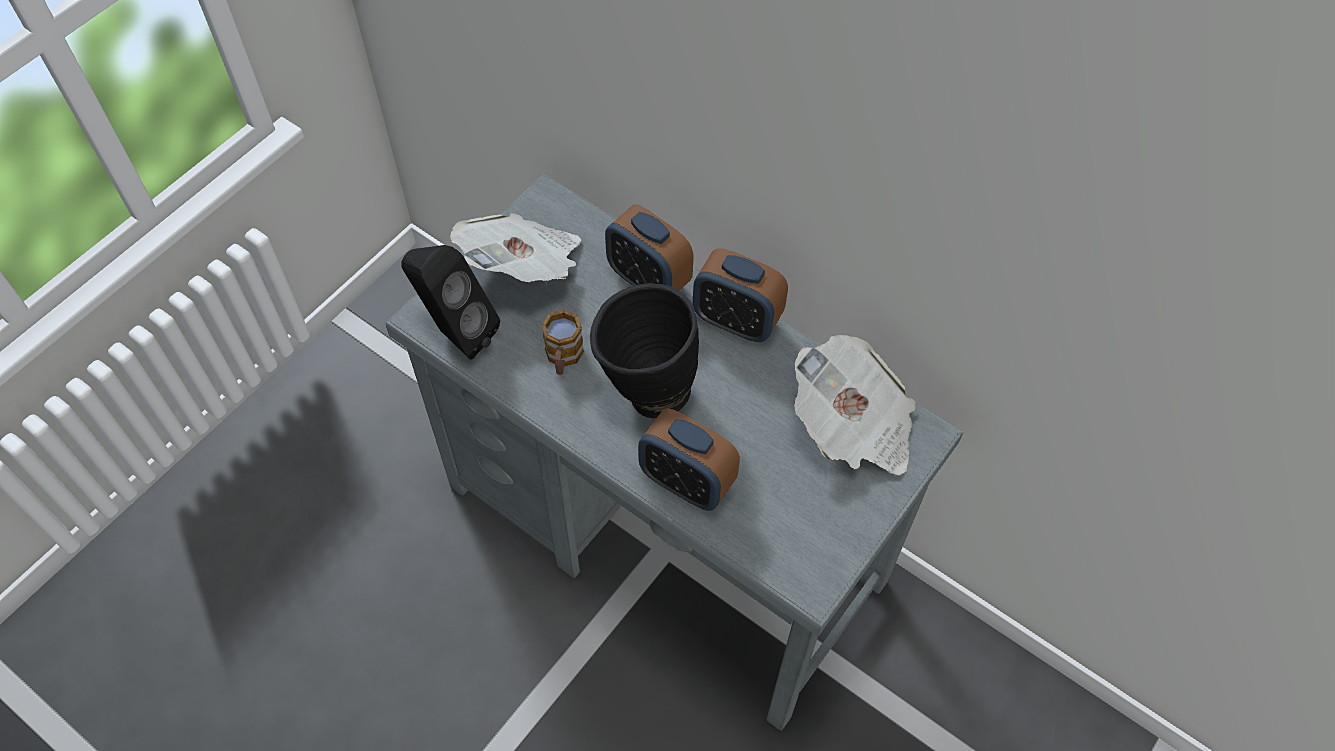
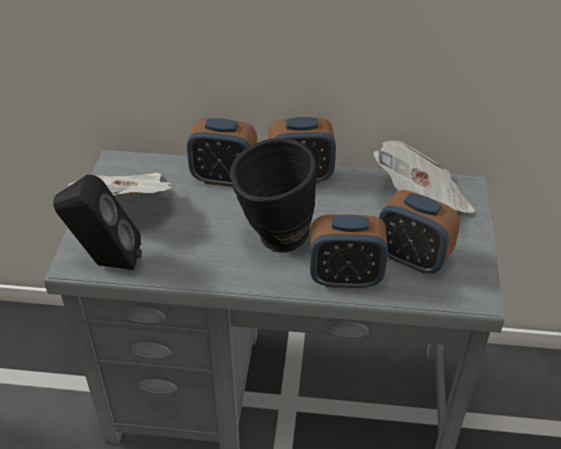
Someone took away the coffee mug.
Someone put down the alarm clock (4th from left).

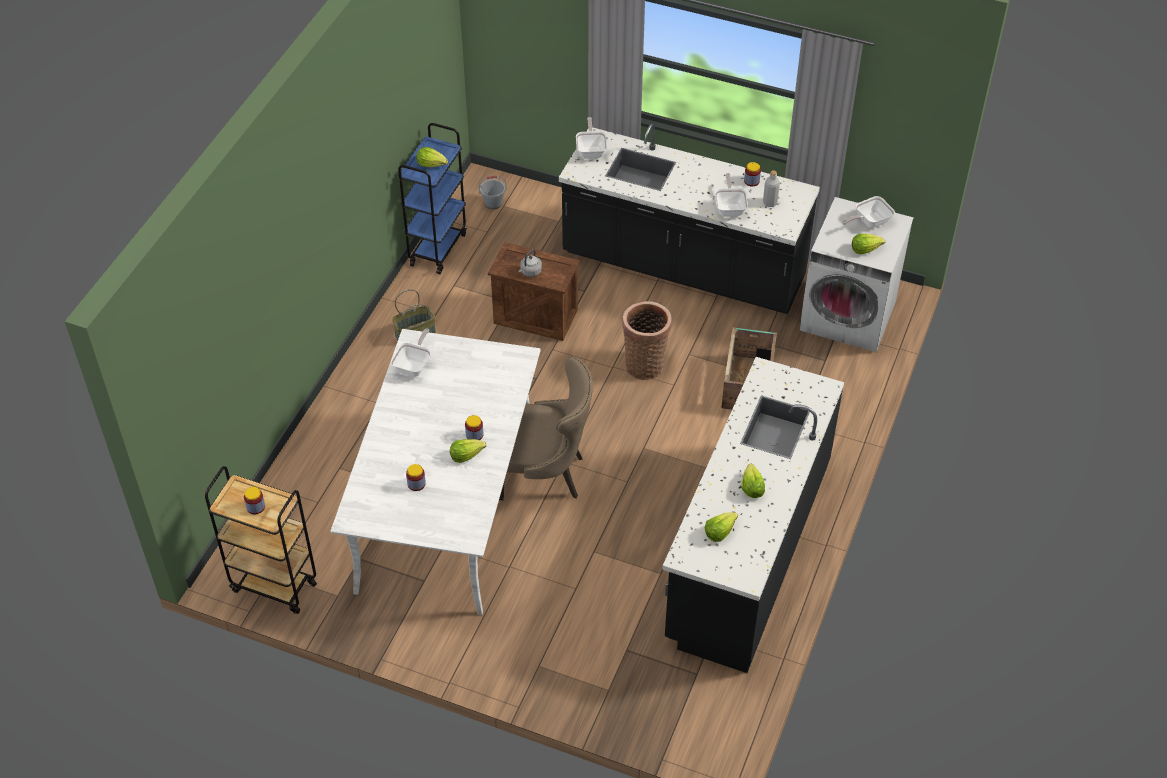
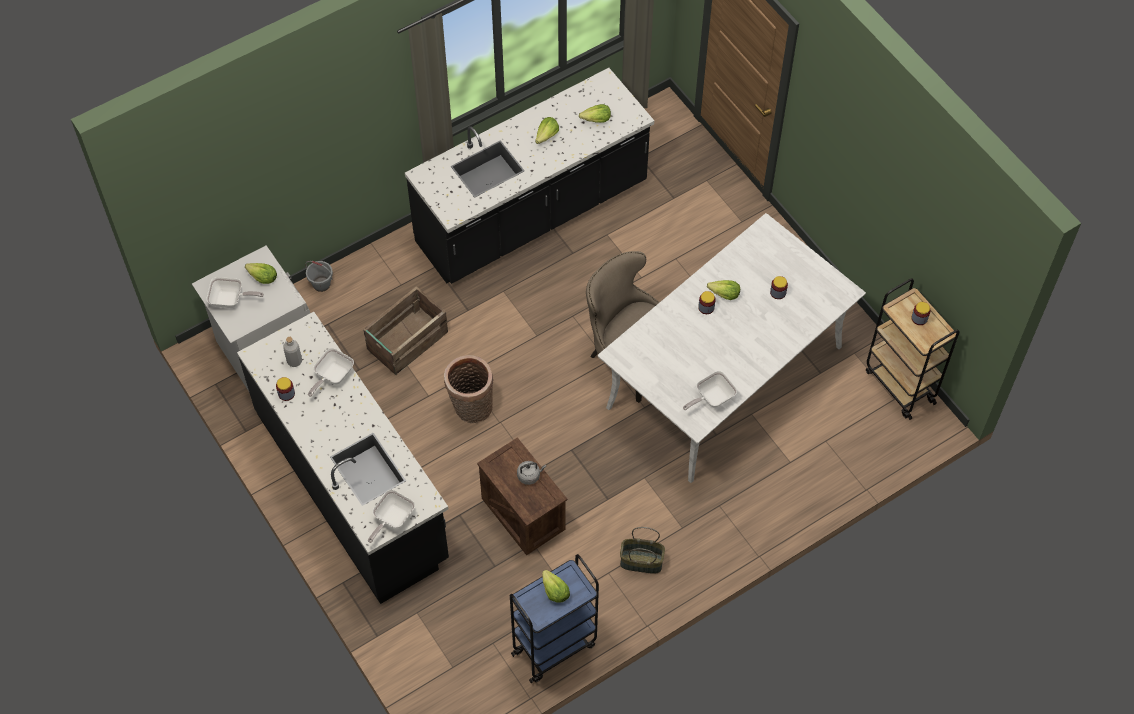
Someone carried the bucket/grey.

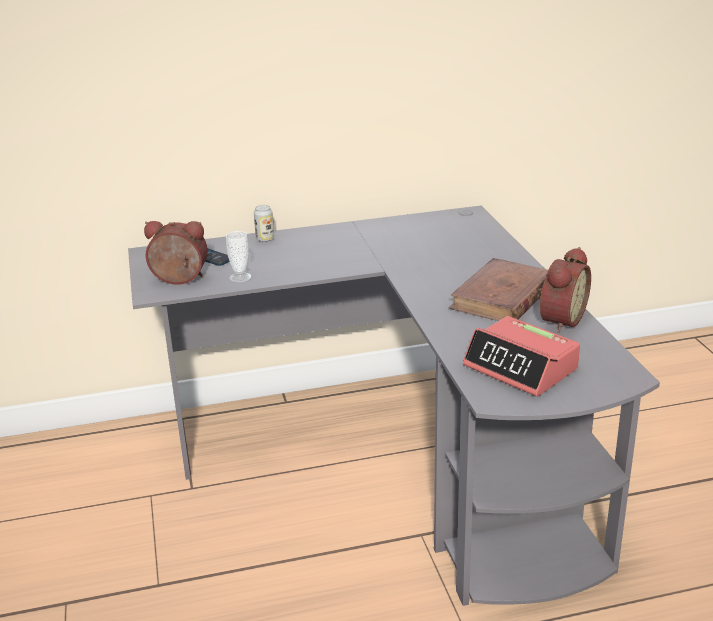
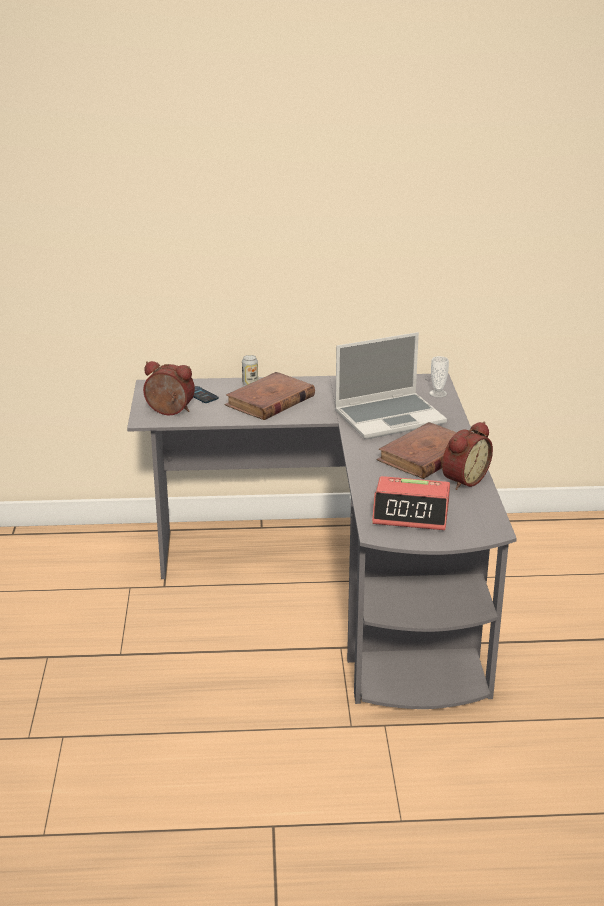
Someone carried the small cup.
Someone rotated the alarm clock (2nd from left) by 45 degrees counterclockwise.
Someone put down the portable computer.
Someone put down the volume/brownish (1st from left).

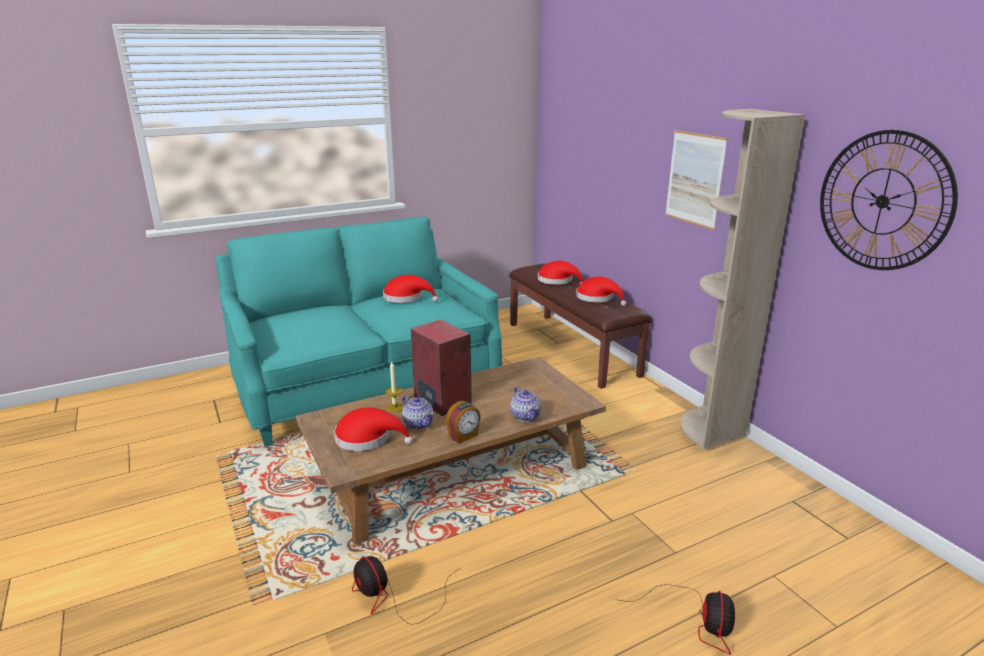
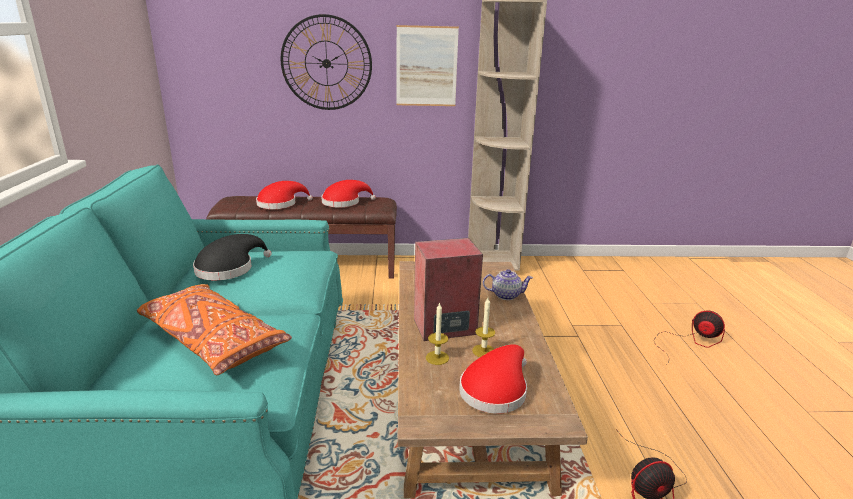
Someone carried the hanging clock.
Someone repainted the clothing hat/reddish (2nd from left), which became the clothing hat/black.
Someone swapped the tea pot (1st from left) for the wax light (2nd from left).
Someone took away the alarm clock.
Someone put down the pillow/orange-coloured.

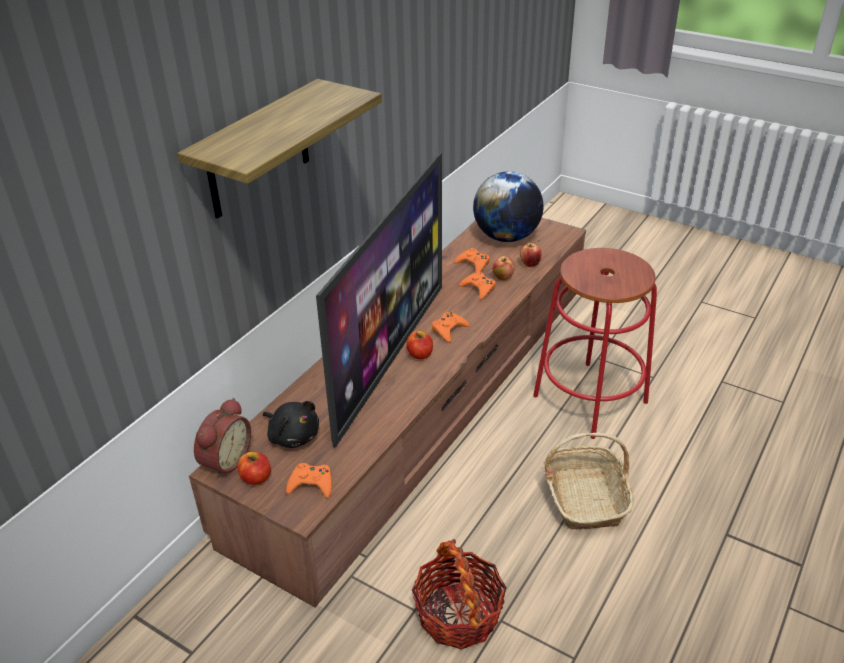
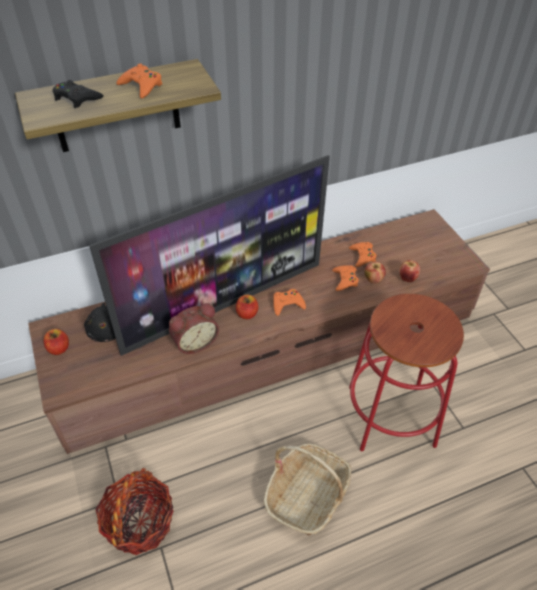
Someone took away the desk globe.
Someone carried the alarm clock.
Someone carried the joypad/orange-coloured (1st from left).
Someone put down the joypad/black.

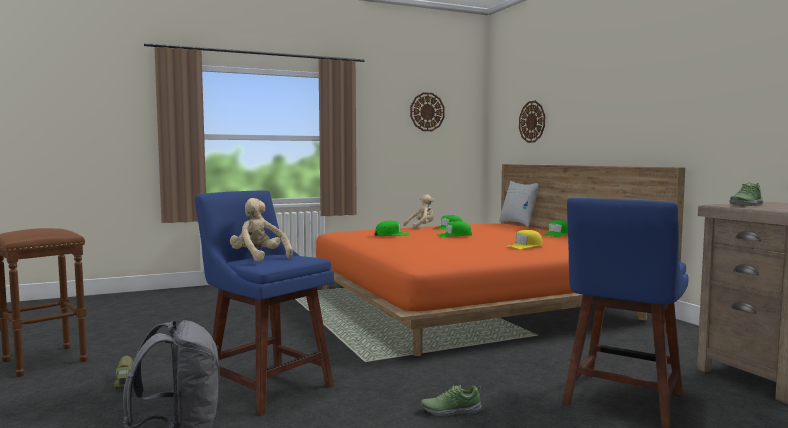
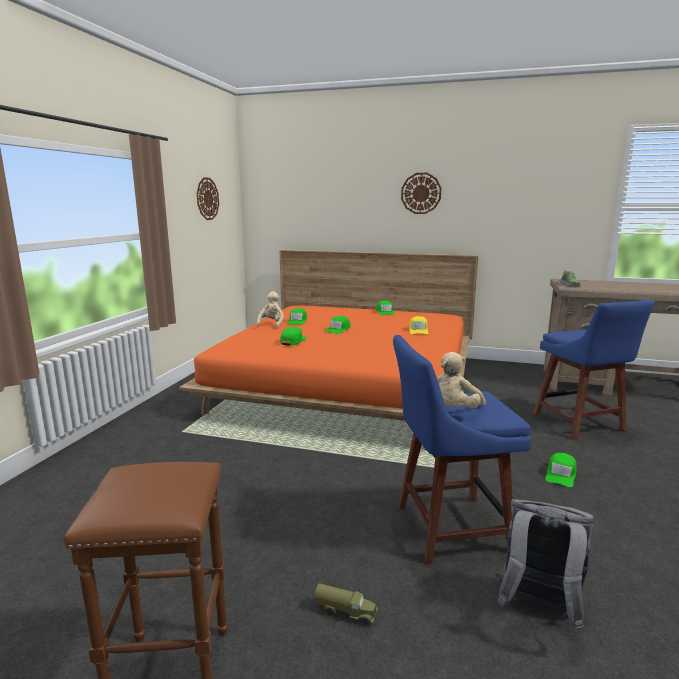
Someone carried the hanging clock (2nd from left).
Someone took away the pillow/grey.
Someone rotated the cuddly toy/sand-coloured (1st from left in the first image) by 45 degrees counterclockwise.
Someone swapped the shoe (1st from left) for the baseball cap/greenish (5th from left).

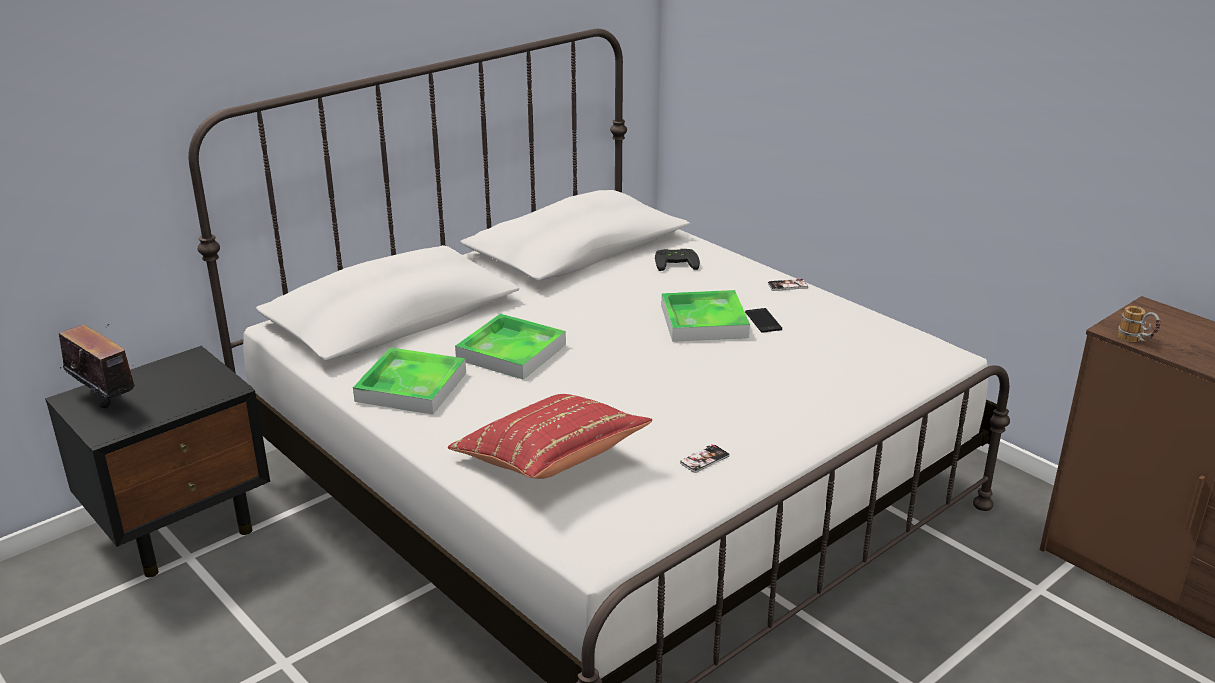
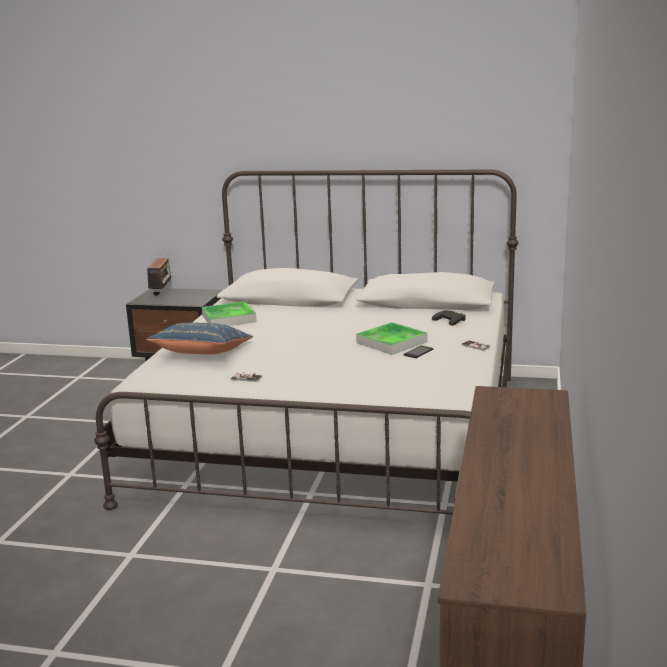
Someone took away the coffee mug.
Someone took away the carrying tray (2nd from left).
Someone repainted the pillow/reddish, which became the pillow/blue.

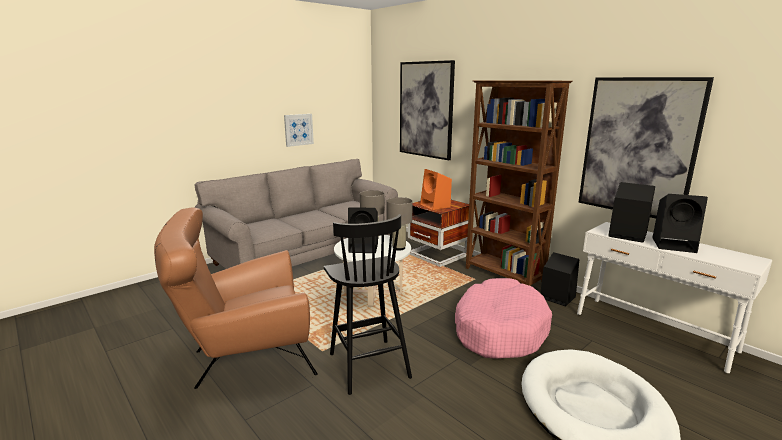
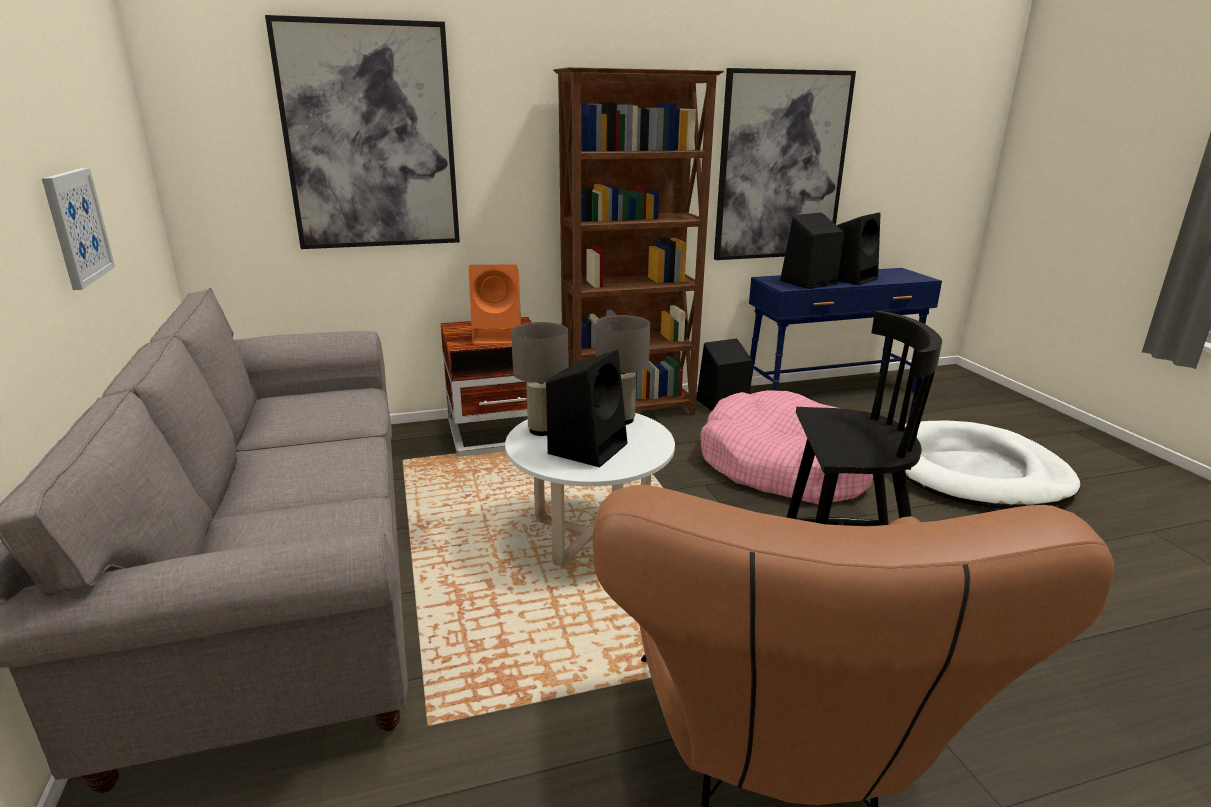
Someone repainted the narrow table/whitish, which became the narrow table/blue.

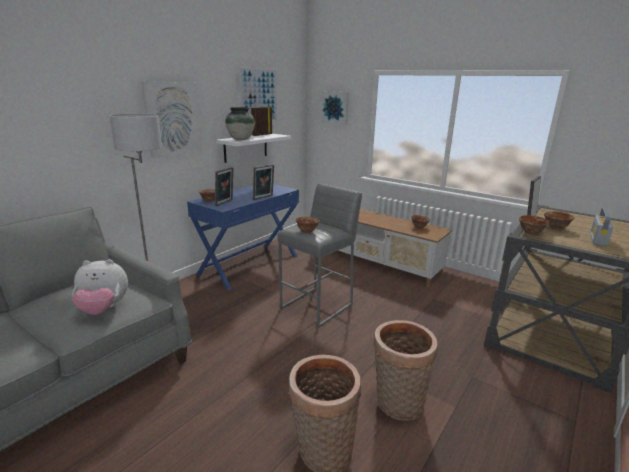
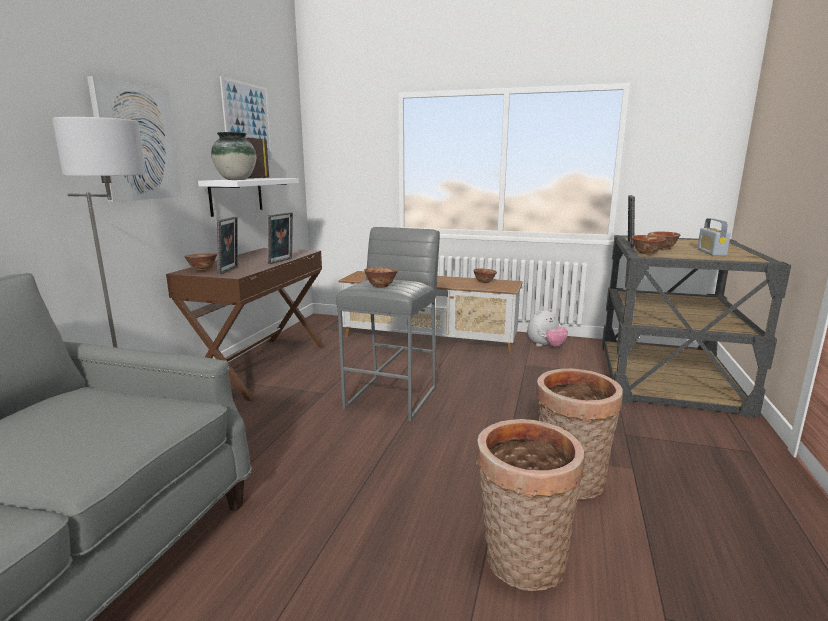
Someone took away the wall picture (3rd from left).
Someone repainted the narrow table/blue, which became the narrow table/brownish.
Someone carried the cuddly toy.

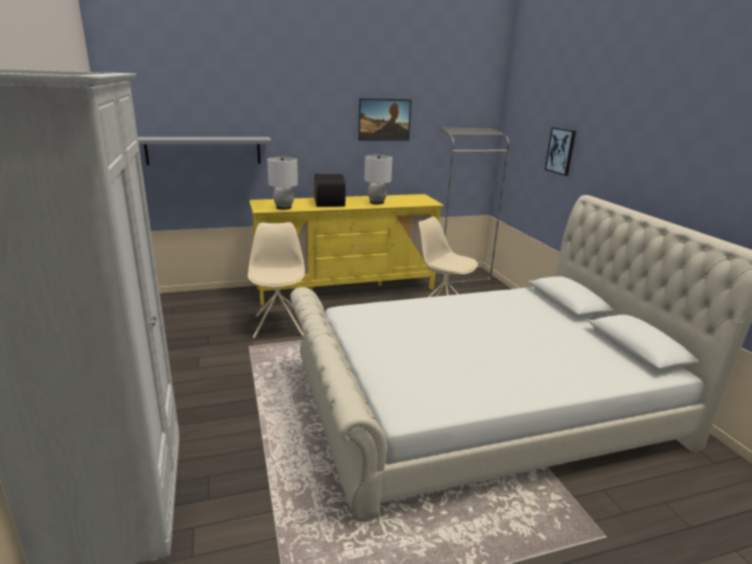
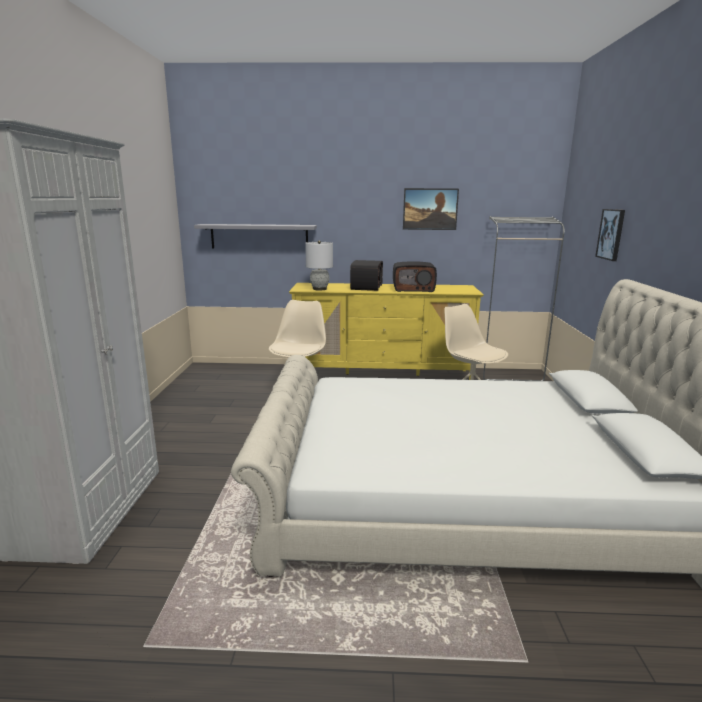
Someone swapped the table lamp/whitish (2nd from left) for the radio receiver (2nd from left).

